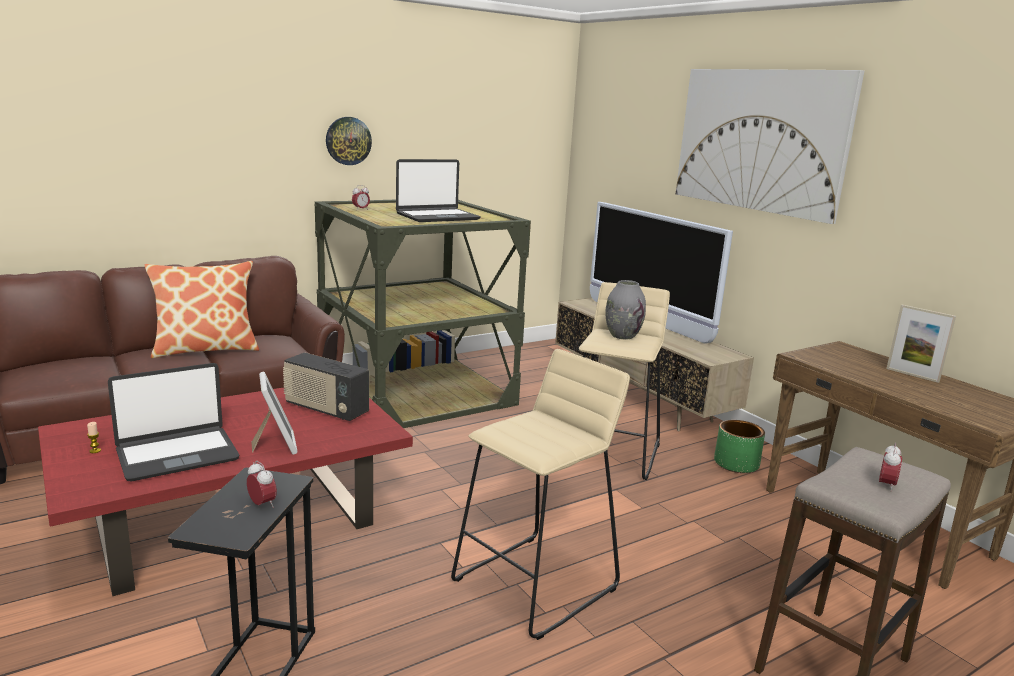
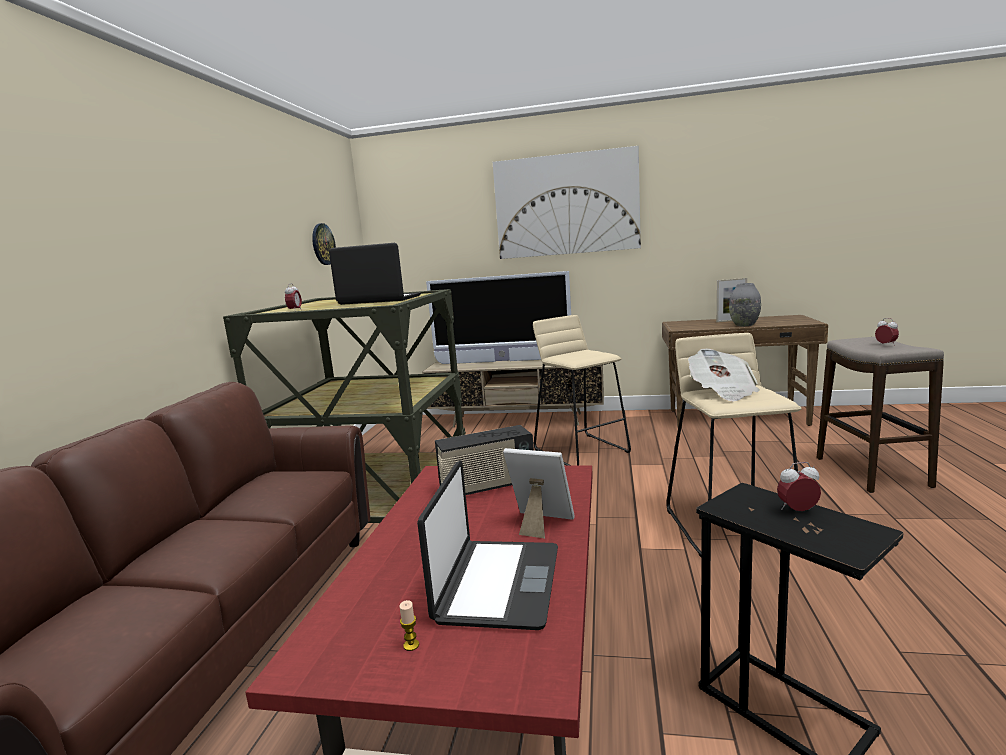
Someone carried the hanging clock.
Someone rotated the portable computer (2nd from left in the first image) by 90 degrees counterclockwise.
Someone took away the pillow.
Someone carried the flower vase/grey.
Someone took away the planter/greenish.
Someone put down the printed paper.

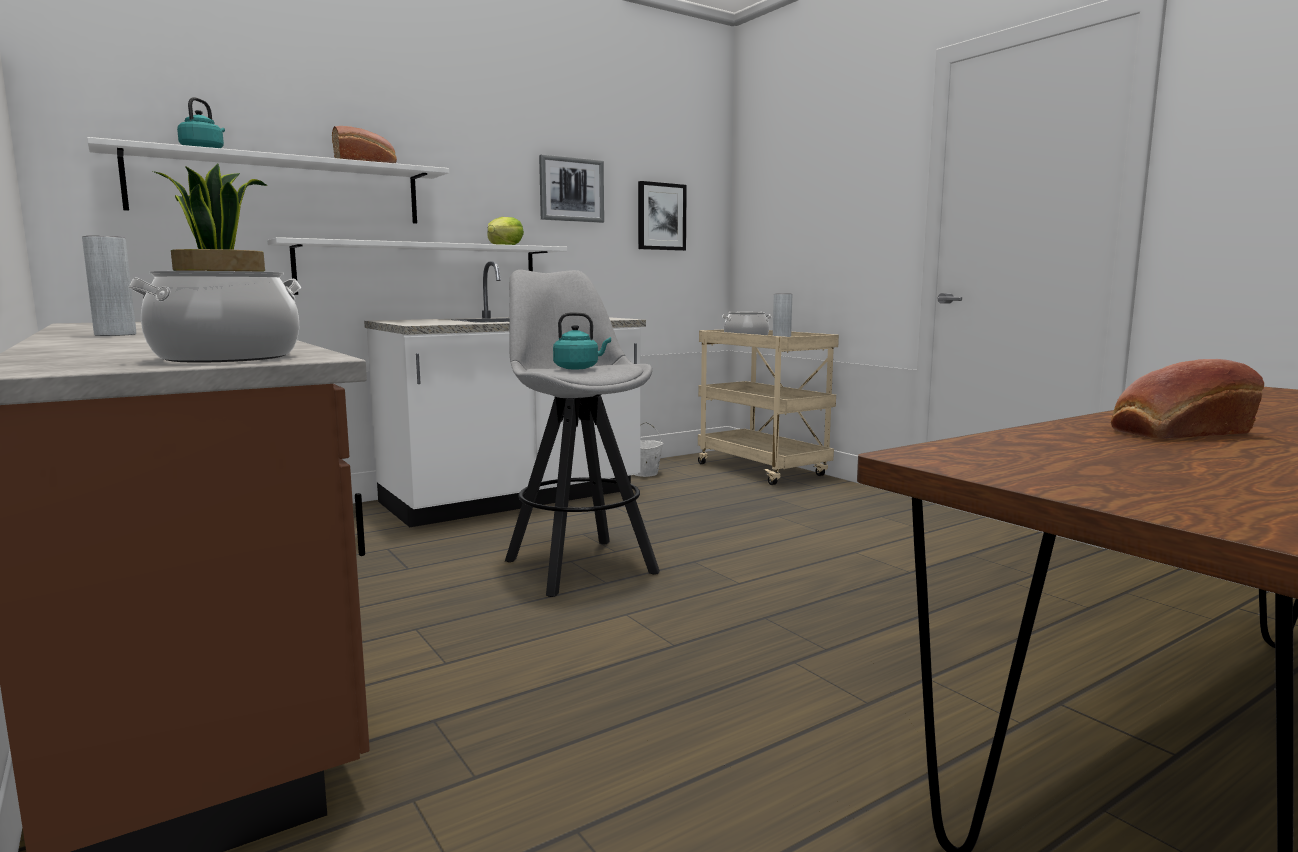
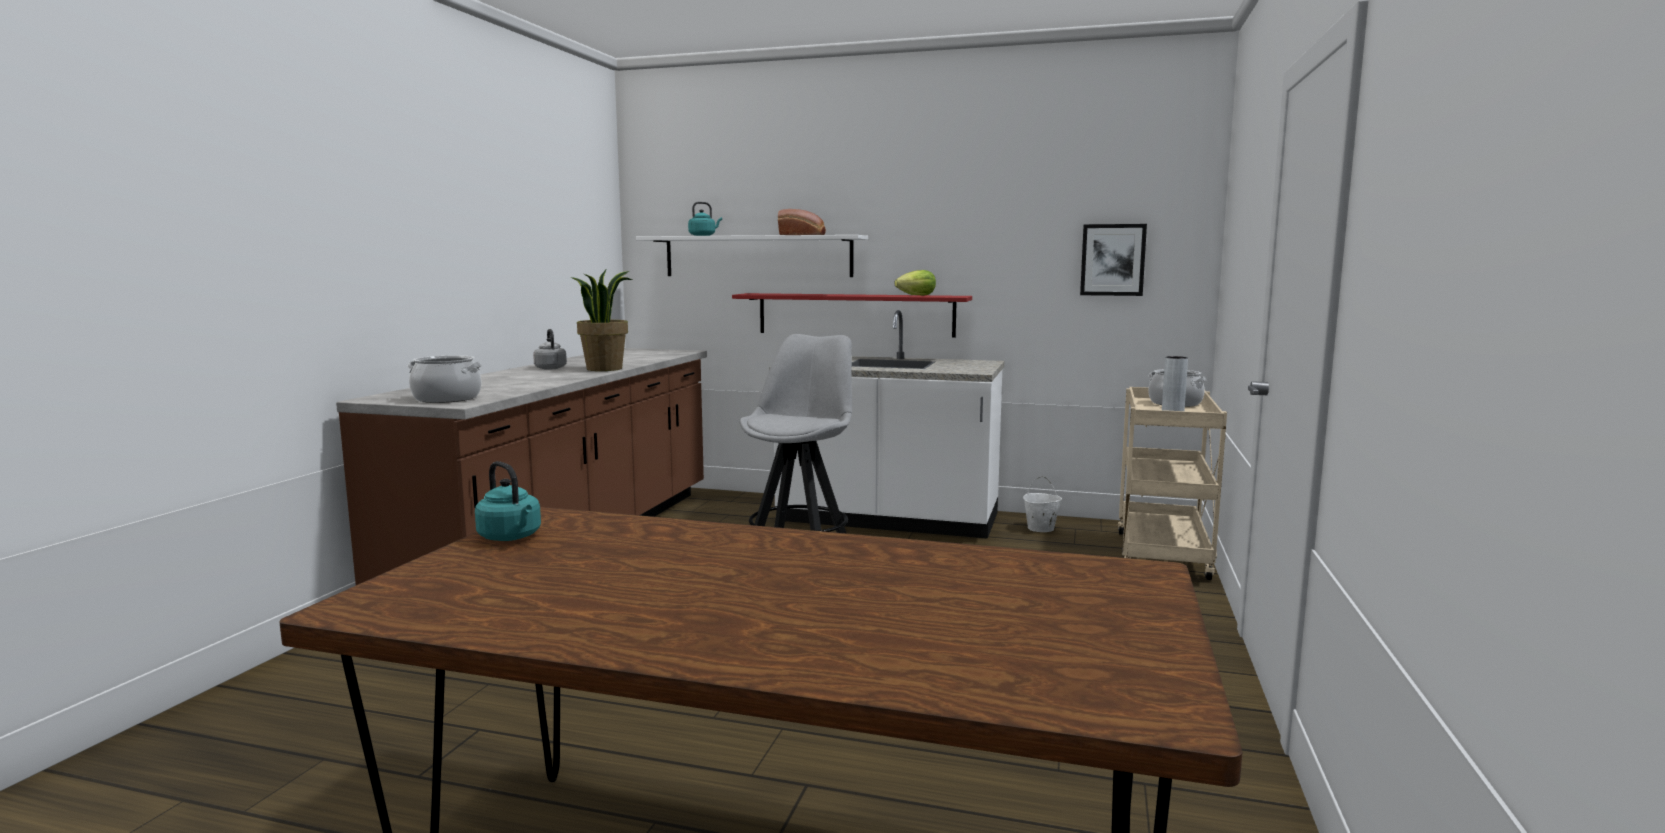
Someone took away the wall picture (1st from left).
Someone swapped the flower vase/grey (1st from left) for the kettle/grey.
Someone repainted the shelf/whitish (2nd from left), which became the shelf/reddish.
Someone carried the kettle/turquoise (2nd from left in the first image).
Someone took away the baked bread (2nd from left).

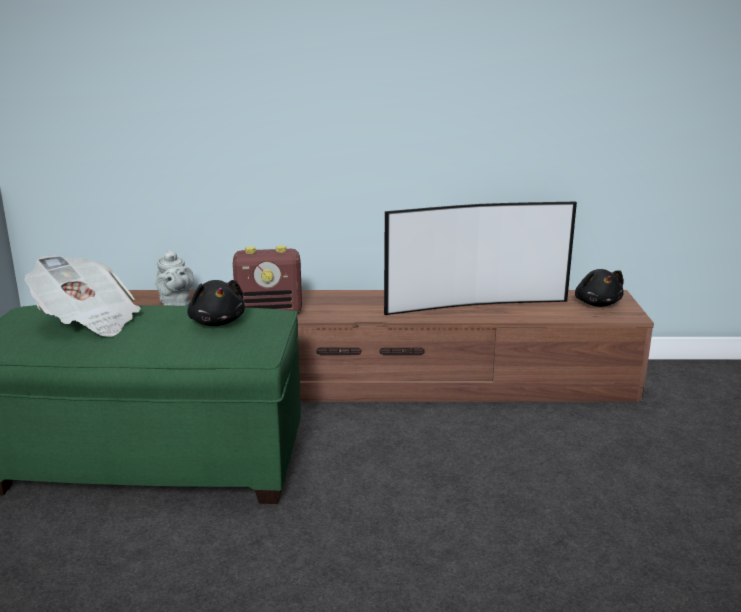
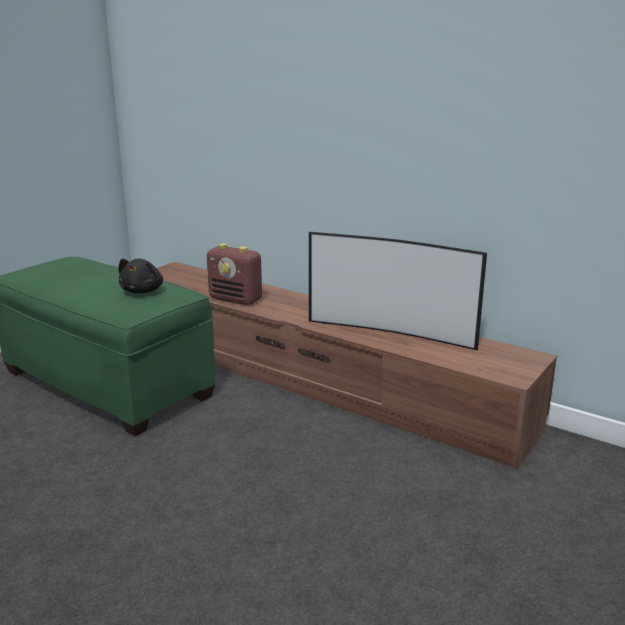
Someone took away the tea pot/grey.
Someone took away the printed paper.
Someone took away the cuddly toy/black (2nd from left).

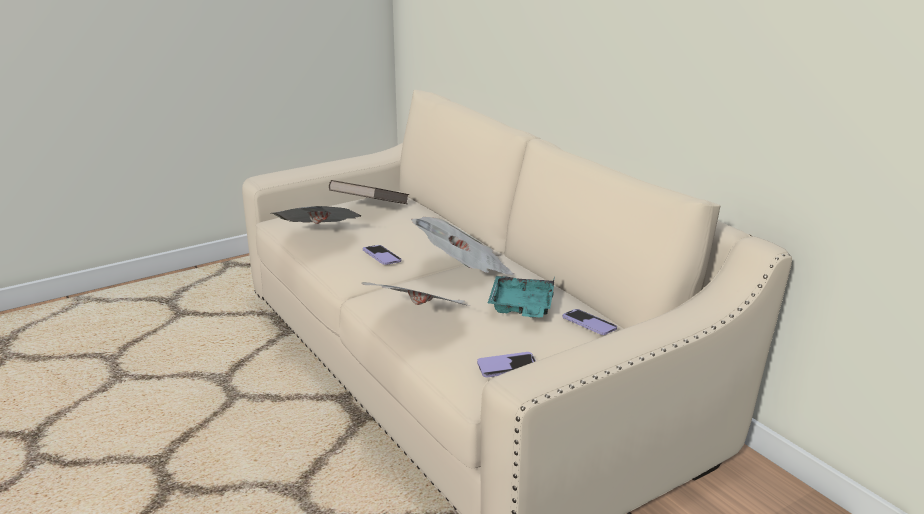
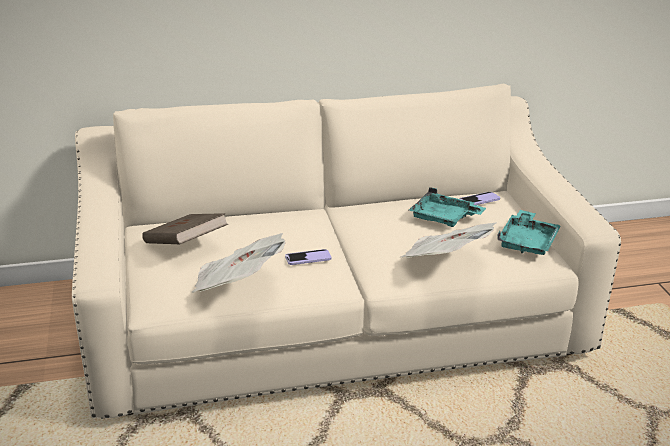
Someone took away the printed paper (3rd from left).
Someone swapped the handset (2nd from left) for the carrying tray/turquoise (2nd from left).

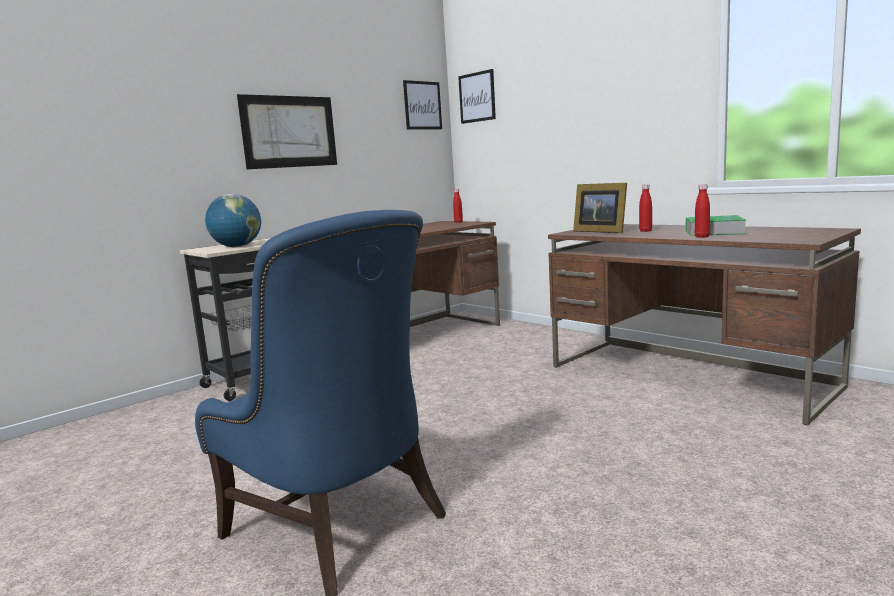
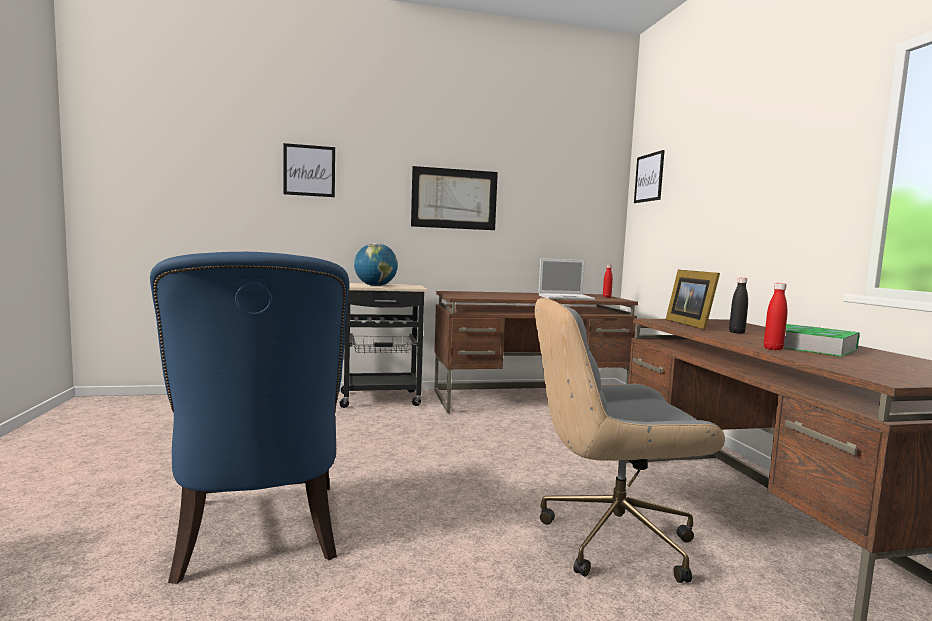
Someone carried the wall picture (2nd from left in the first image).
Someone repainted the drink bottle/reddish (2nd from left), which became the drink bottle/black.
Someone put down the portable computer.
Someone put down the computer chair/grey.

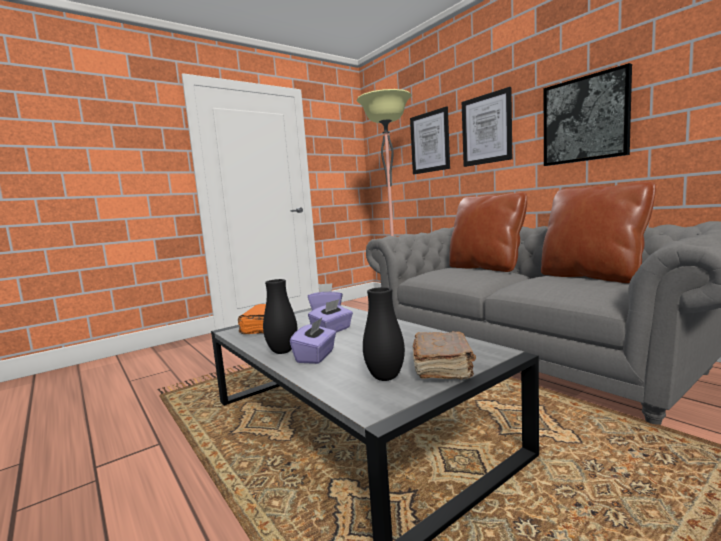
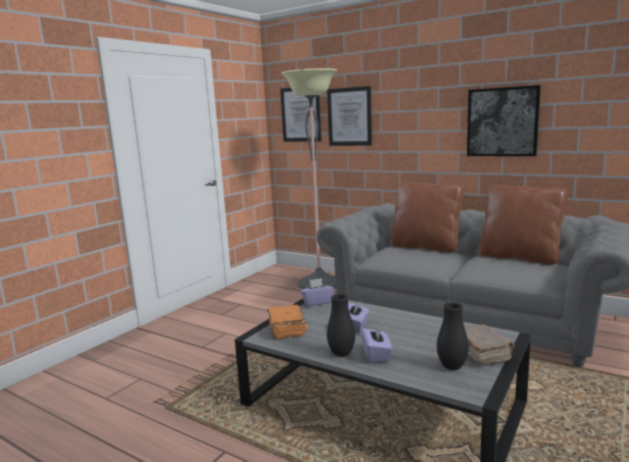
Someone carried the wall picture (2nd from left in the first image).

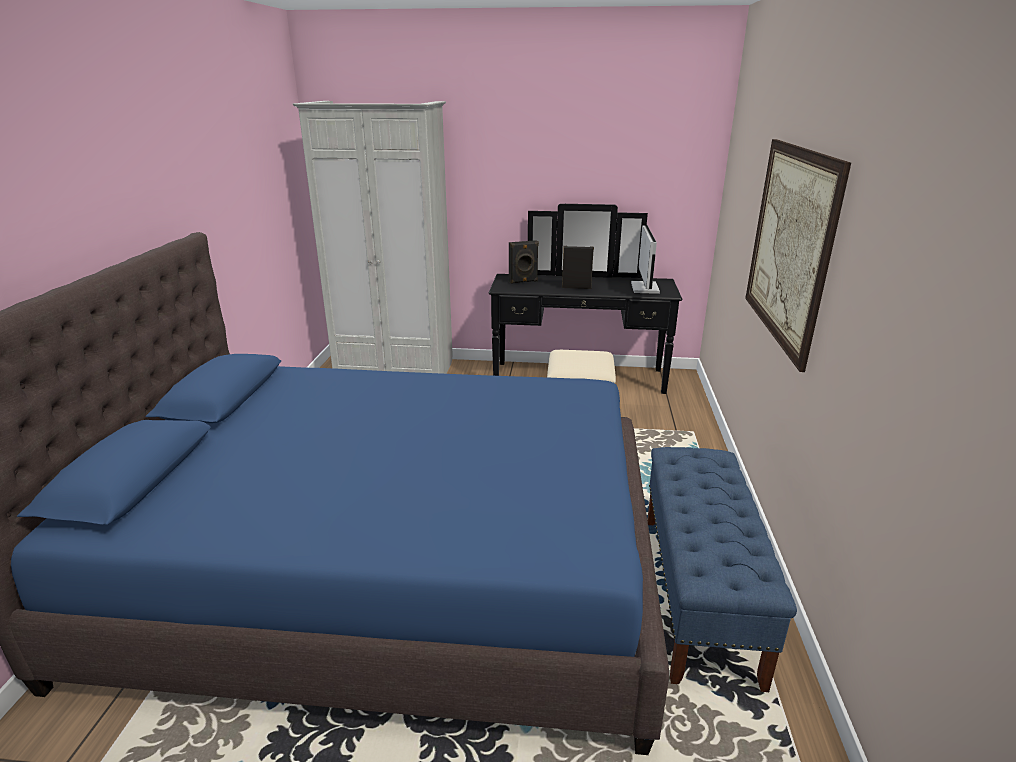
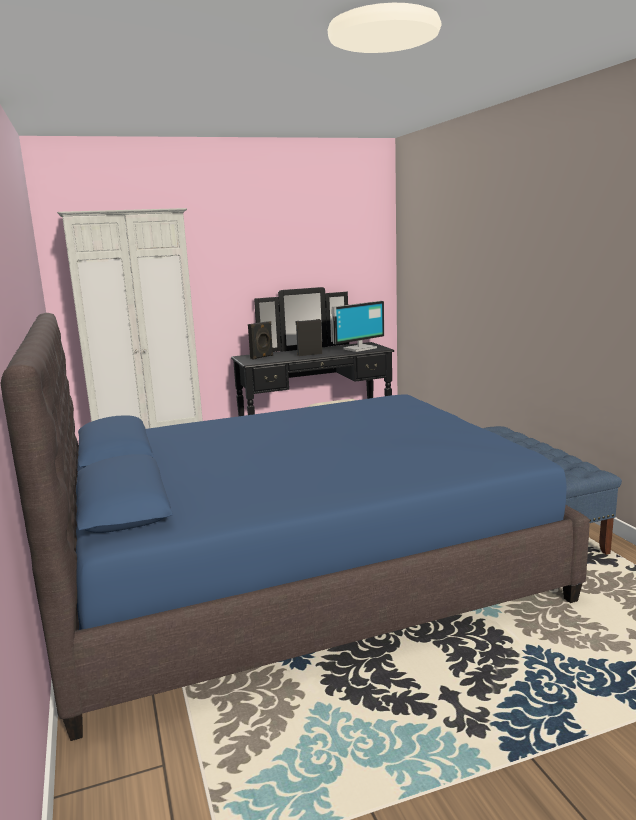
Someone took away the wall picture.
Someone rotated the computer screen by 75 degrees clockwise.

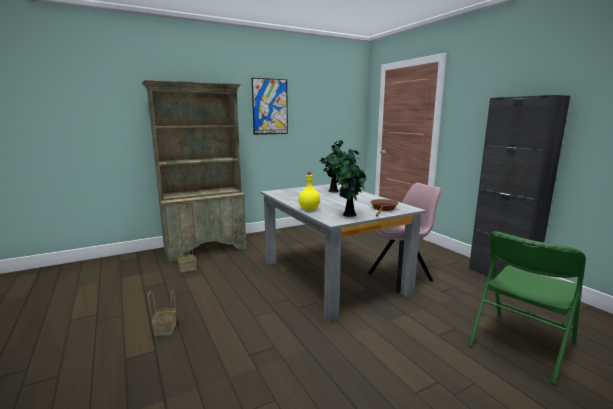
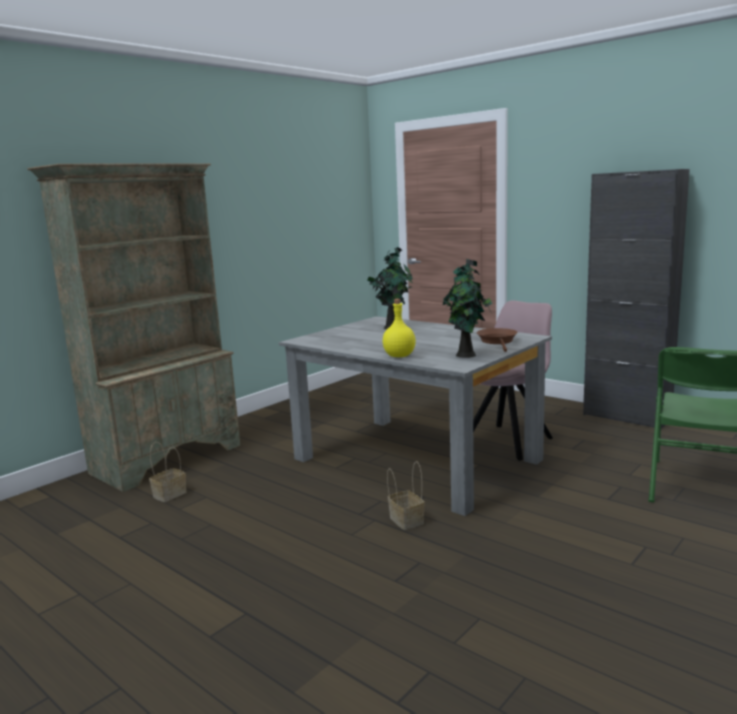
Someone took away the wall picture.
Someone carried the household basket (1st from left in the first image).

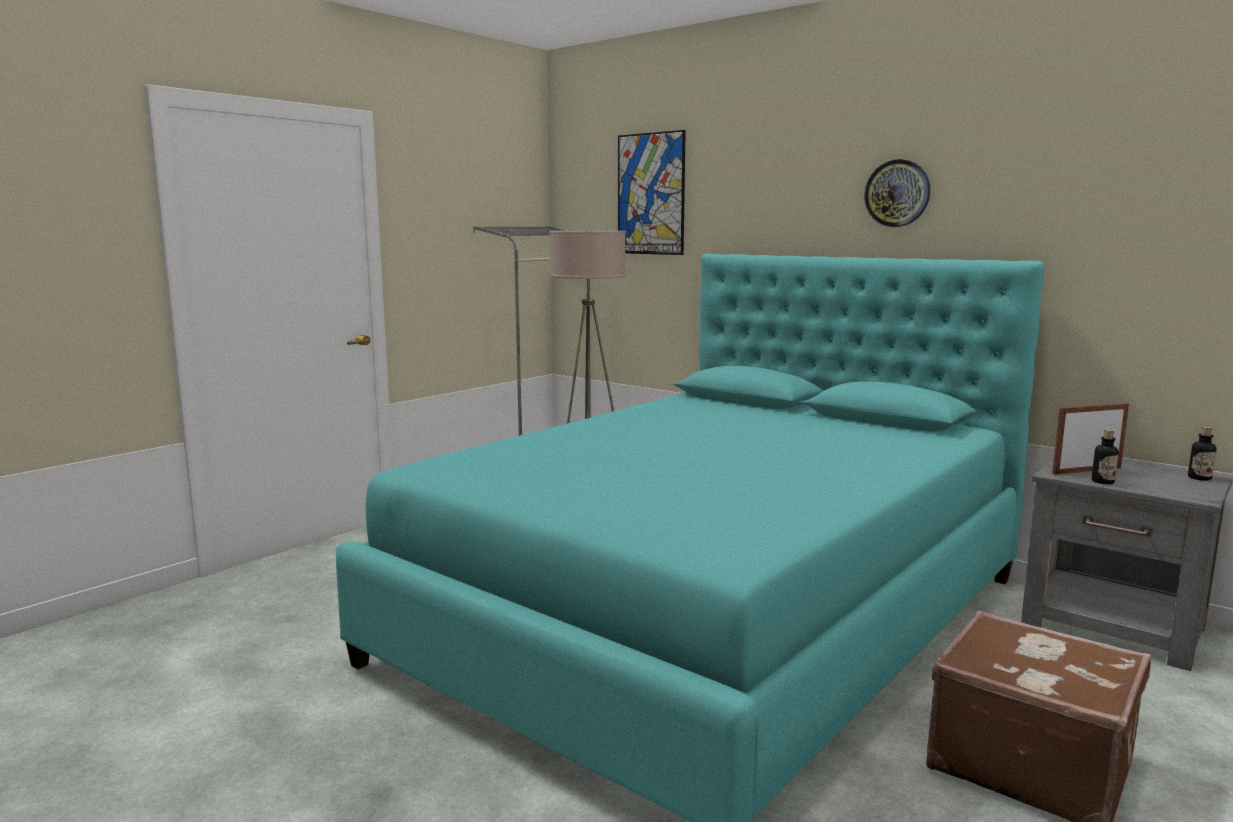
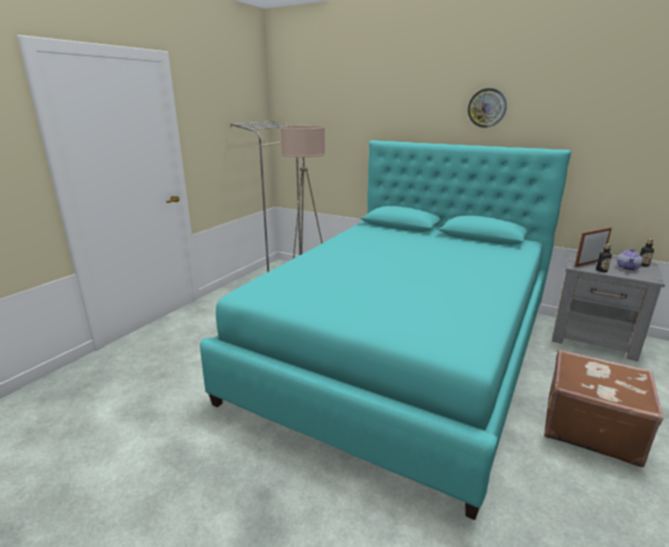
Someone took away the wall picture.
Someone put down the tea pot.

